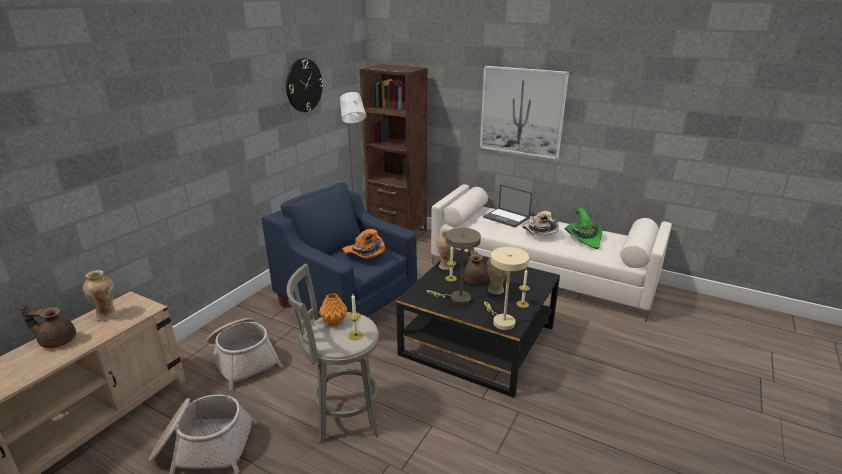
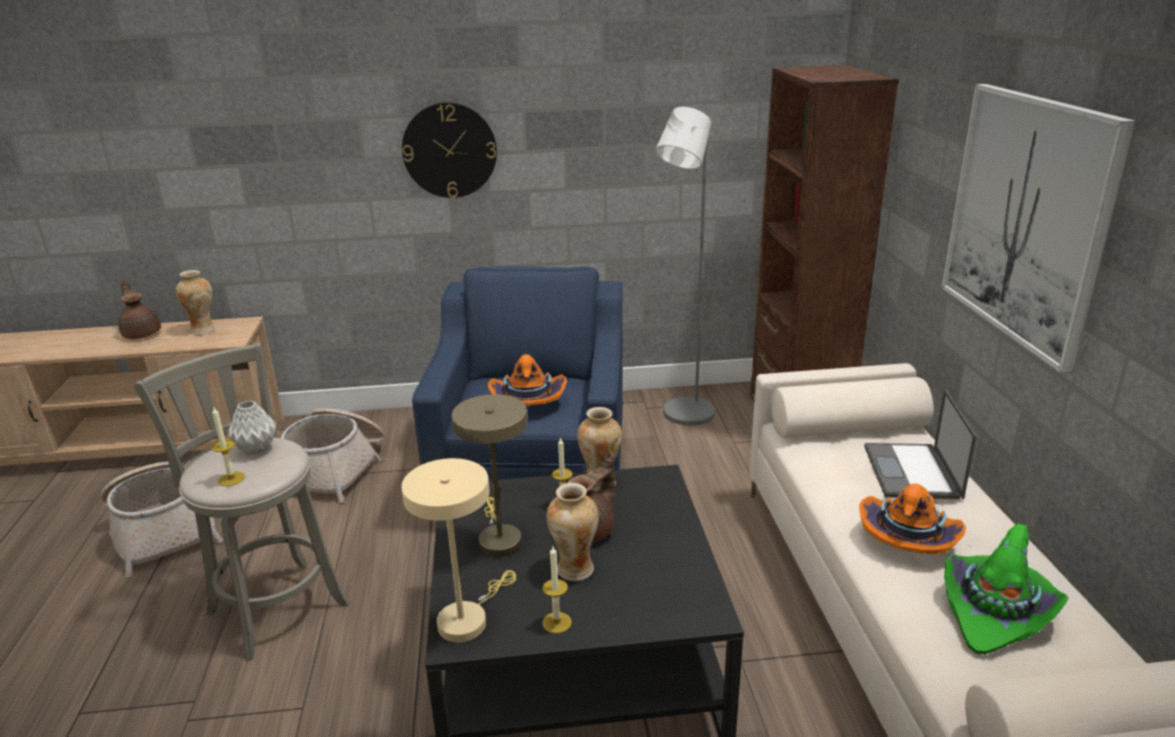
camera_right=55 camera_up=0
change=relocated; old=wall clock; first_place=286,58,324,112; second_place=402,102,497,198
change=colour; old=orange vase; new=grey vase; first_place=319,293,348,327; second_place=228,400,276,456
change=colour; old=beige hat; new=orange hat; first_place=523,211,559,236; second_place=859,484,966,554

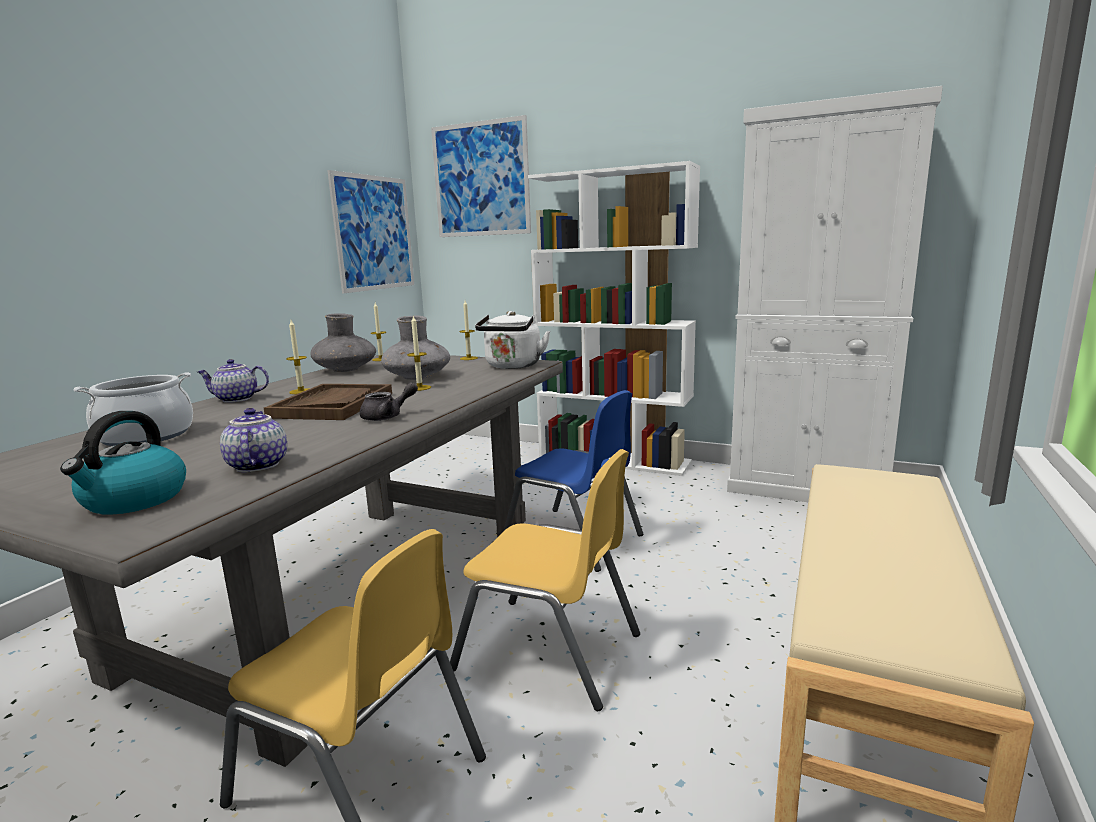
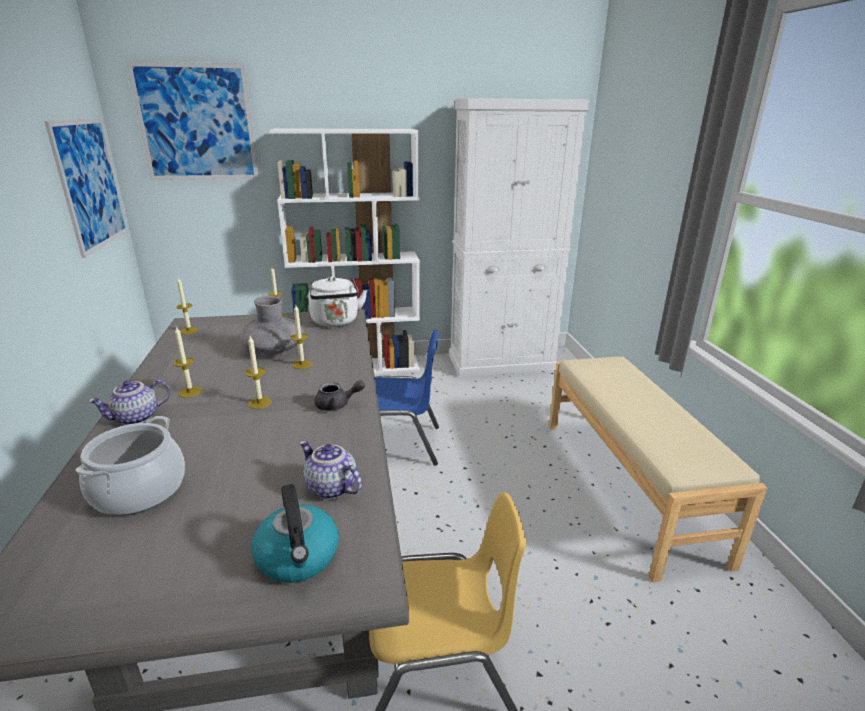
camera_right=-35 camera_up=10
change=exchanged; old=brown tray; new=candle; first_place=264,384,392,420; second_place=245,336,272,409
change=missing; old=grey vase; first_place=310,313,376,372
change=spun; old=grey teapot; first_place=360,382,418,421; second_place=314,380,365,411; degrees=60
change=missing; old=yellow chair; first_place=450,449,640,711

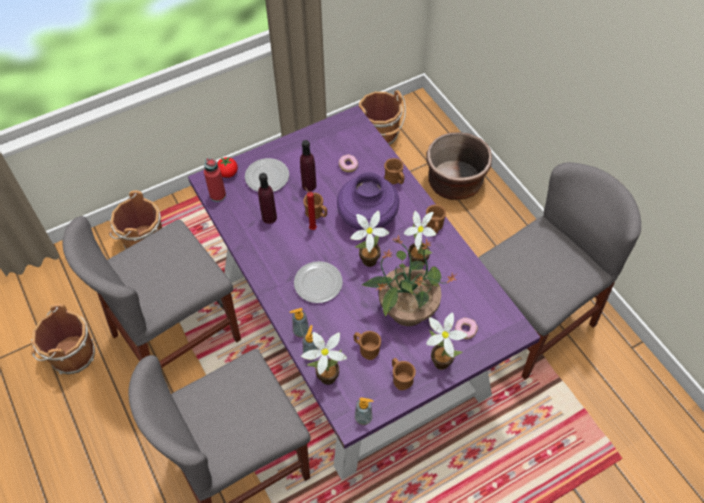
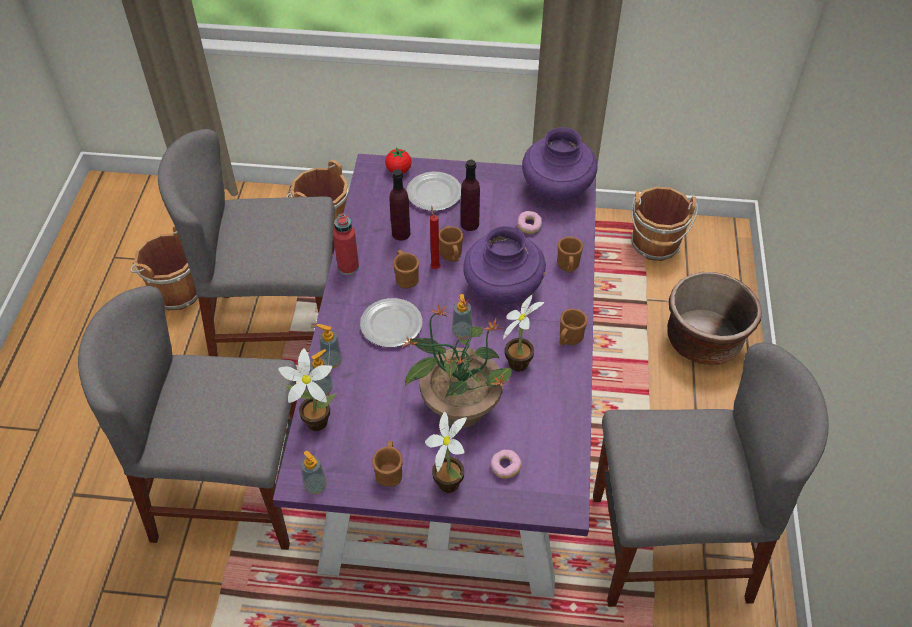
camera_right=35 camera_up=-5
change=relocated; old=red bottle; first_place=204,158,226,202; second_place=333,213,359,275
change=exchanged; old=potted plant; new=soap dispenser; first_place=350,210,389,267; second_place=452,294,472,339
change=relocated; old=brown mug; first_place=354,331,381,360; second_place=393,250,419,289
change=appeared; new=purple vase; second_place=522,127,598,201

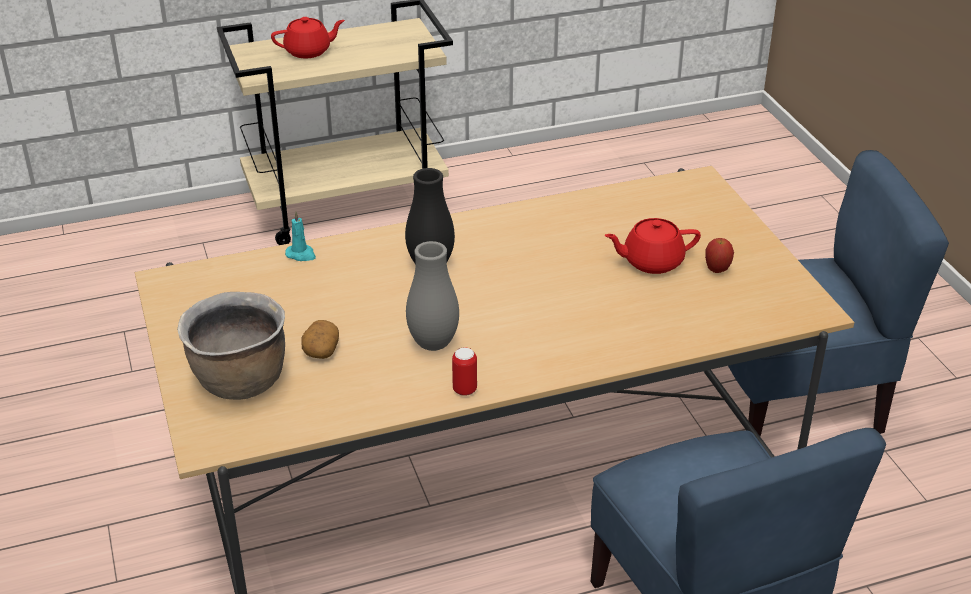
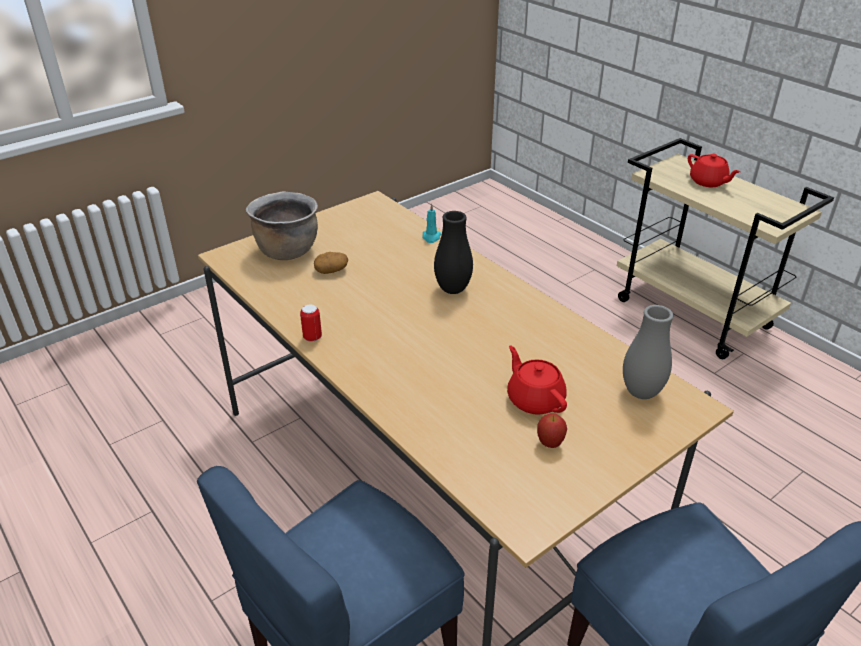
camera_right=70 camera_up=0
change=relocated; old=grey vase; first_place=406,241,459,351; second_place=623,305,673,399

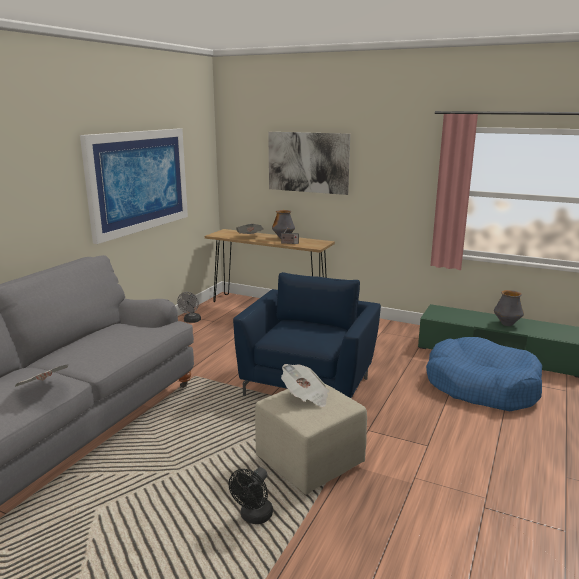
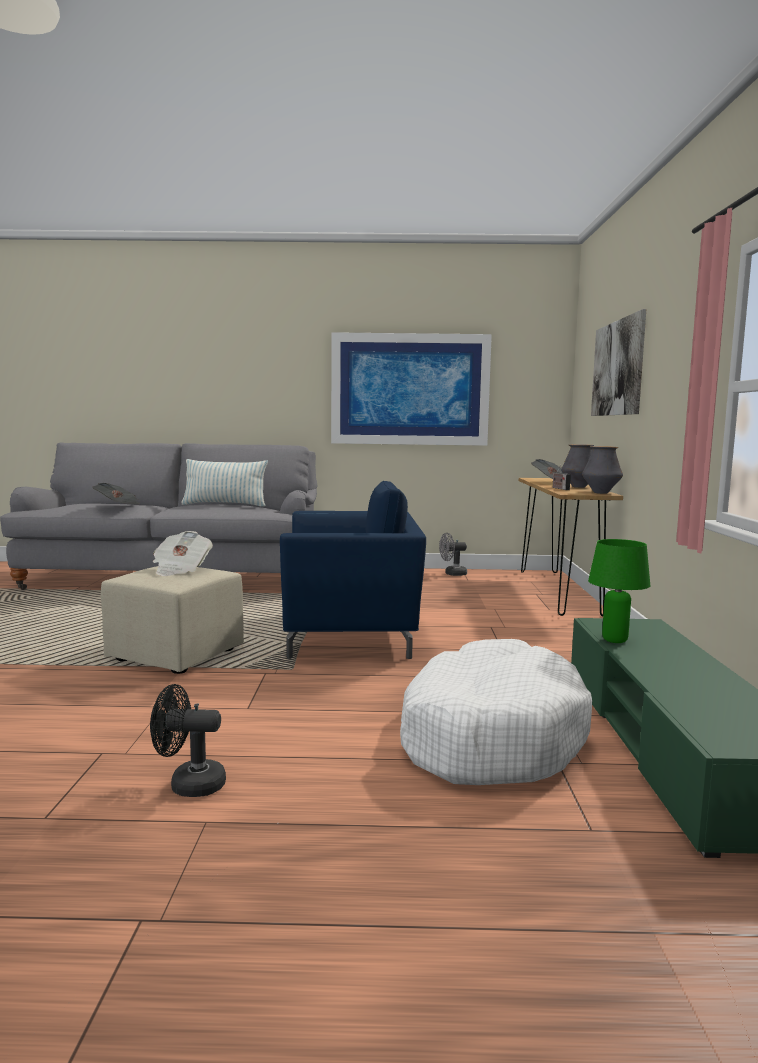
camera_right=65 camera_up=-10
change=relocated; old=black fan; first_place=229,467,273,524; second_place=150,684,226,797
change=colour; old=blue dog bed; new=white dog bed; first_place=426,337,542,411; second_place=400,639,592,785
change=relocated; old=vase; first_place=494,290,524,326; second_place=582,446,623,494
change=appeared; new=pillow; second_place=181,459,268,507
change=appeared; new=green table lamp; second_place=588,539,650,643

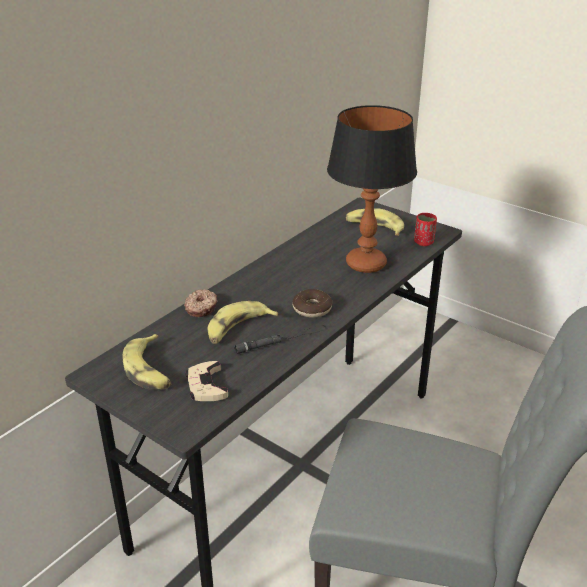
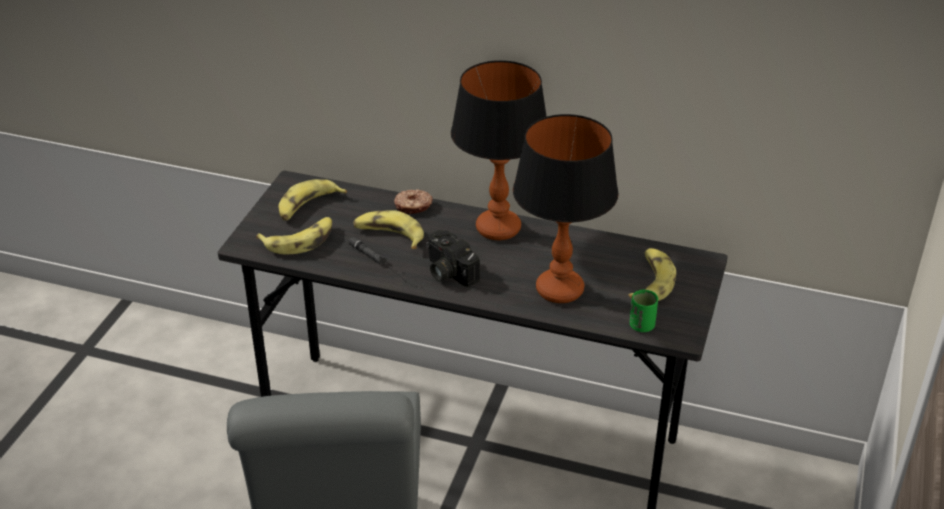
camera_right=70 camera_up=5
change=exchanged; old=beige game controller; new=banana; first_place=185,361,228,401; second_place=256,217,332,254
change=exchanged; old=donut; new=photo camera; first_place=292,289,332,318; second_place=426,230,480,287
change=colour; old=red cup; new=green cup; first_place=414,213,437,246; second_place=630,290,658,332
change=appeared; new=table lamp; second_place=451,60,547,240

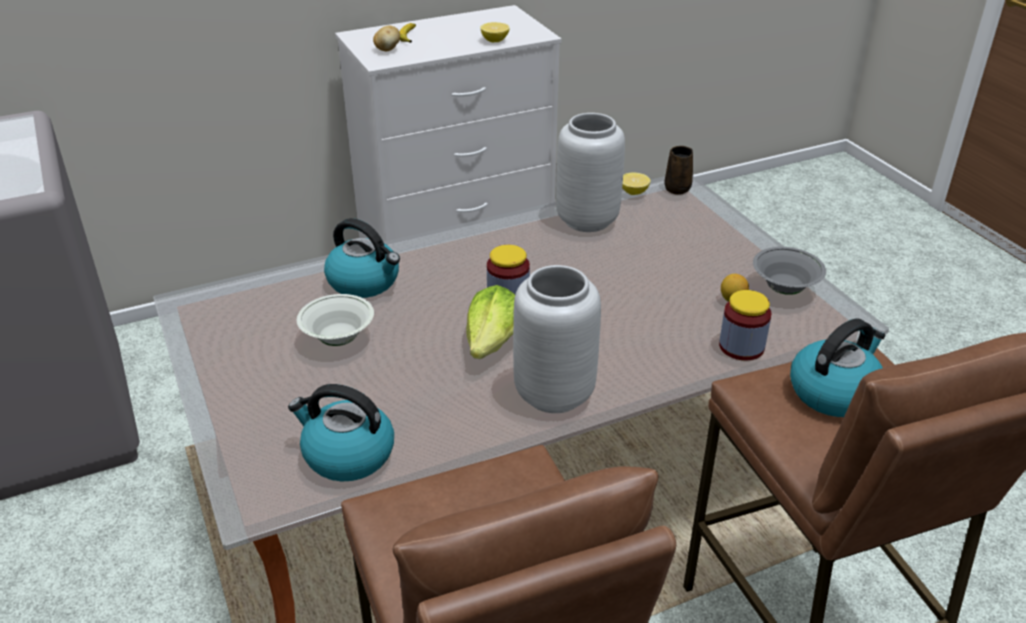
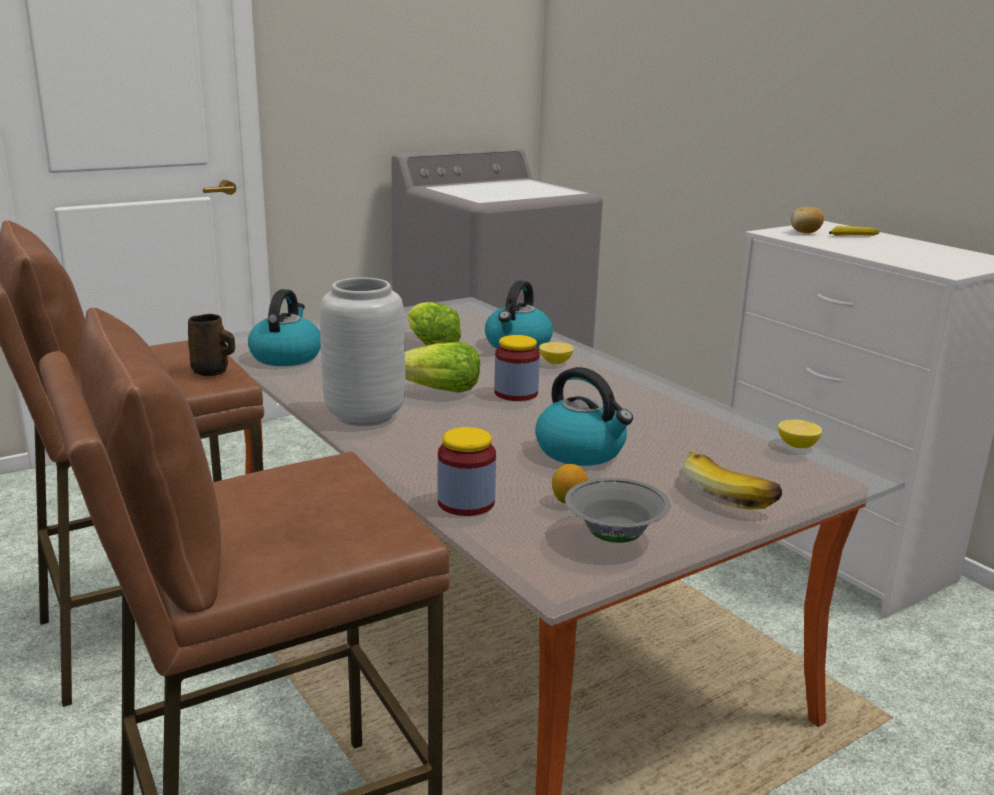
camera_right=80 camera_up=-15
change=exchanged; old=white bowl; new=lettuce; first_place=297,294,374,346; second_place=408,302,461,346
change=relocated; old=lemon; first_place=480,22,509,43; second_place=539,342,574,364
change=missing; old=grey vase; first_place=556,113,625,232
change=relocated; old=brown mug; first_place=664,146,693,195; second_place=188,314,235,376
change=relocated; old=kettle; first_place=790,318,885,417; second_place=535,367,633,466
change=appeared; new=banana; second_place=683,450,782,510

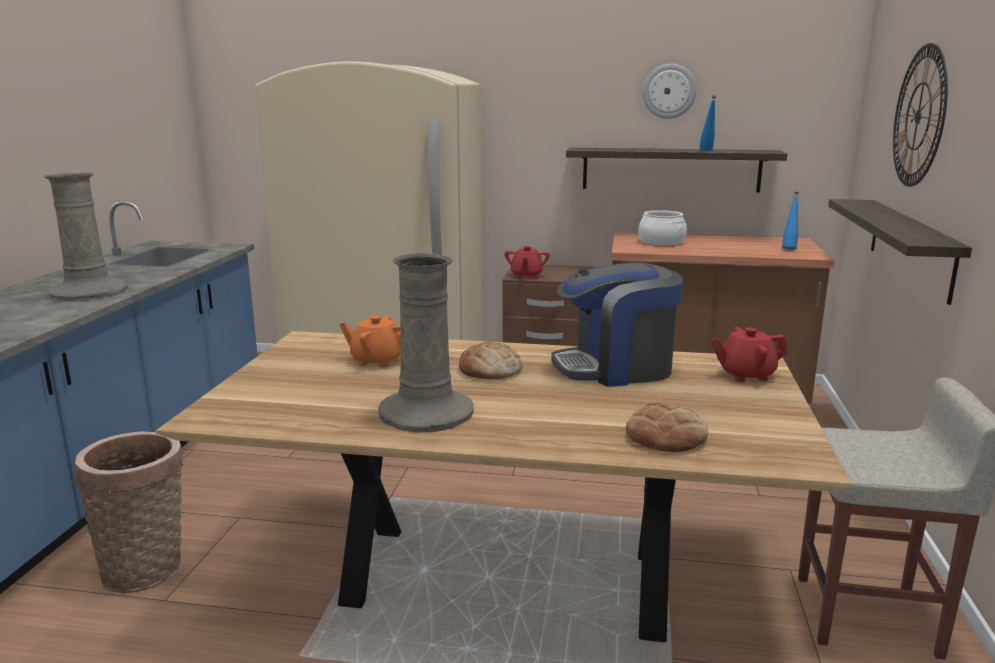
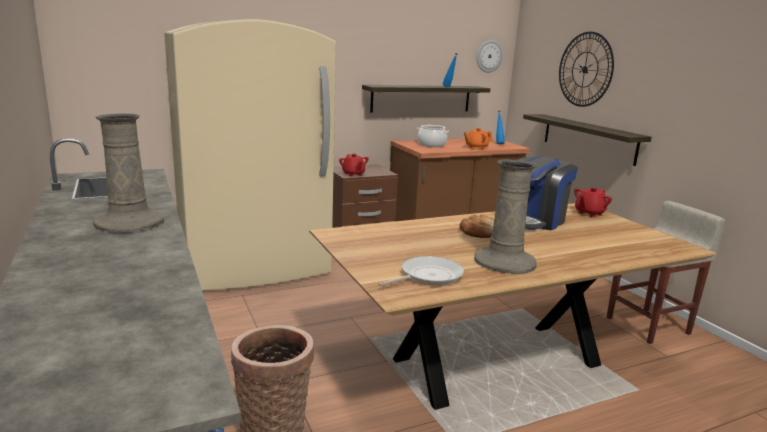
camera_right=-35 camera_up=0
change=relocated; old=orange teapot; first_place=339,315,401,368; second_place=464,128,492,150
change=missing; old=bread; first_place=626,402,708,452
change=relocated; old=wall clock; first_place=643,64,697,119; second_place=477,40,503,73
change=appeared; new=frying pan; second_place=379,256,464,286

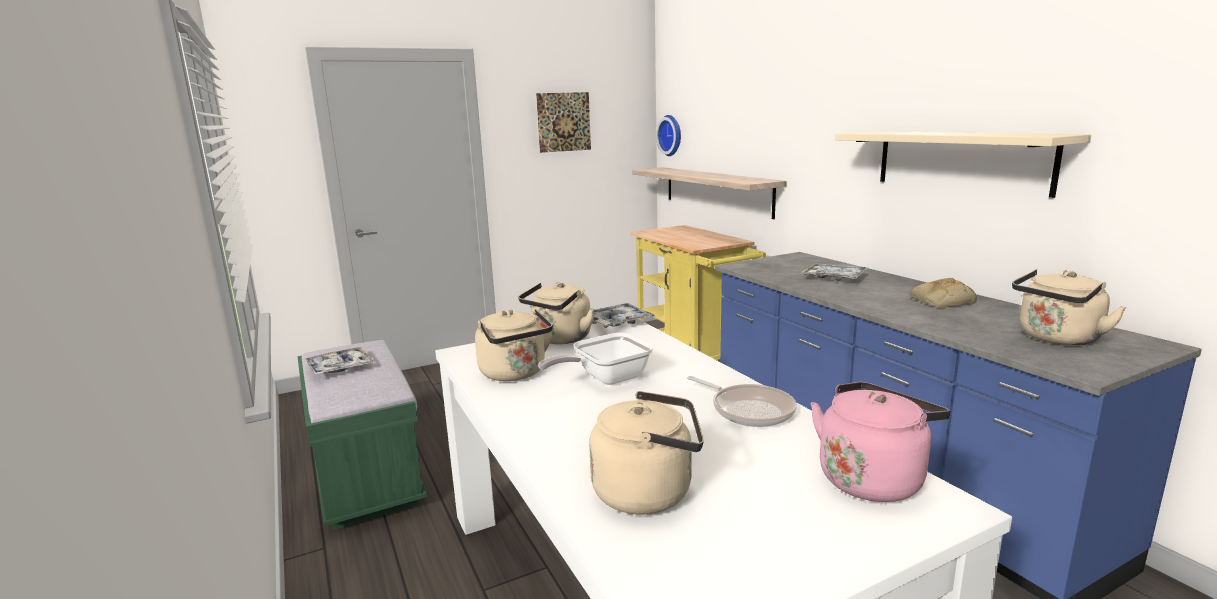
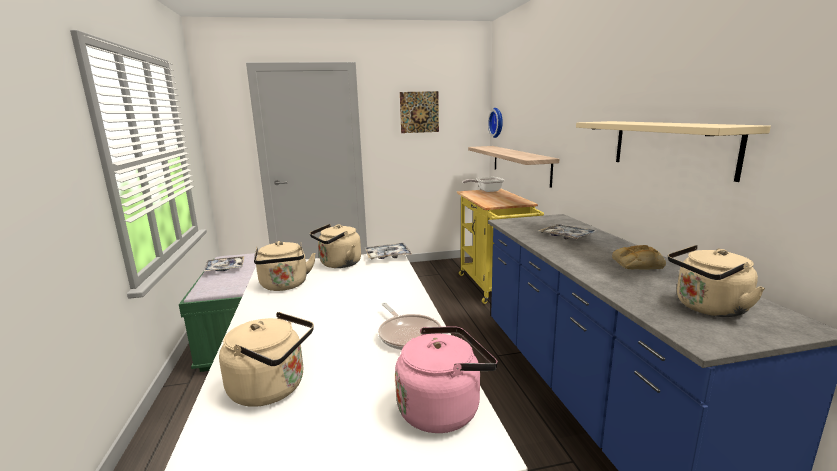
camera_right=15 camera_up=0
change=relocated; old=frying pan; first_place=538,333,653,385; second_place=463,177,505,192

